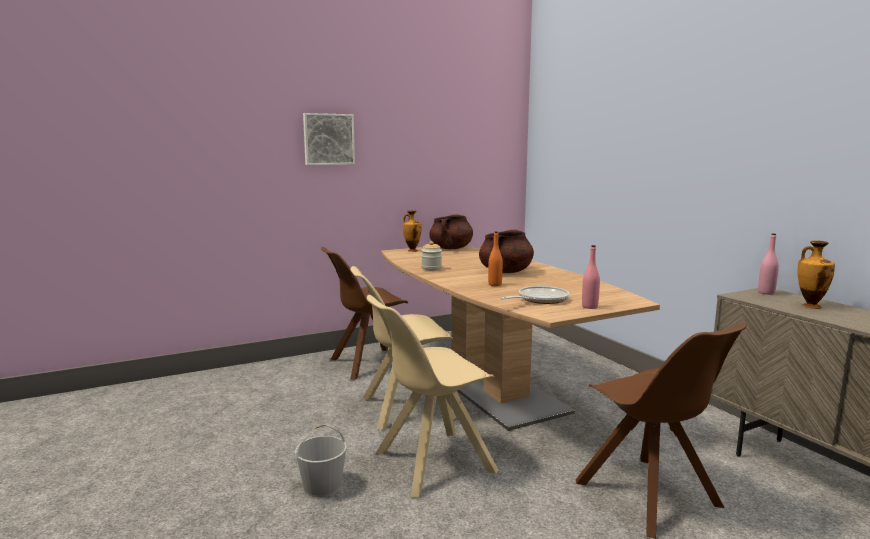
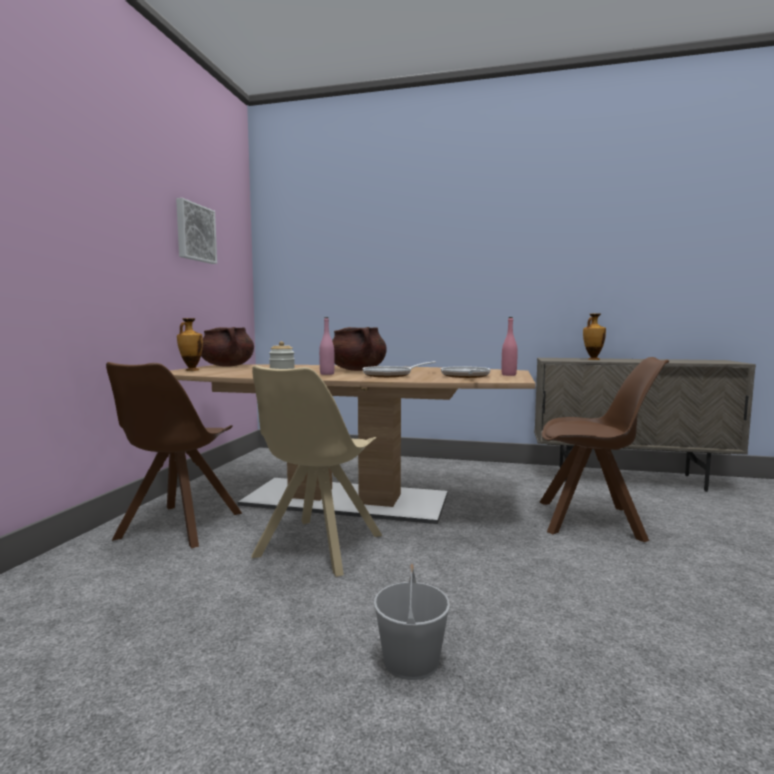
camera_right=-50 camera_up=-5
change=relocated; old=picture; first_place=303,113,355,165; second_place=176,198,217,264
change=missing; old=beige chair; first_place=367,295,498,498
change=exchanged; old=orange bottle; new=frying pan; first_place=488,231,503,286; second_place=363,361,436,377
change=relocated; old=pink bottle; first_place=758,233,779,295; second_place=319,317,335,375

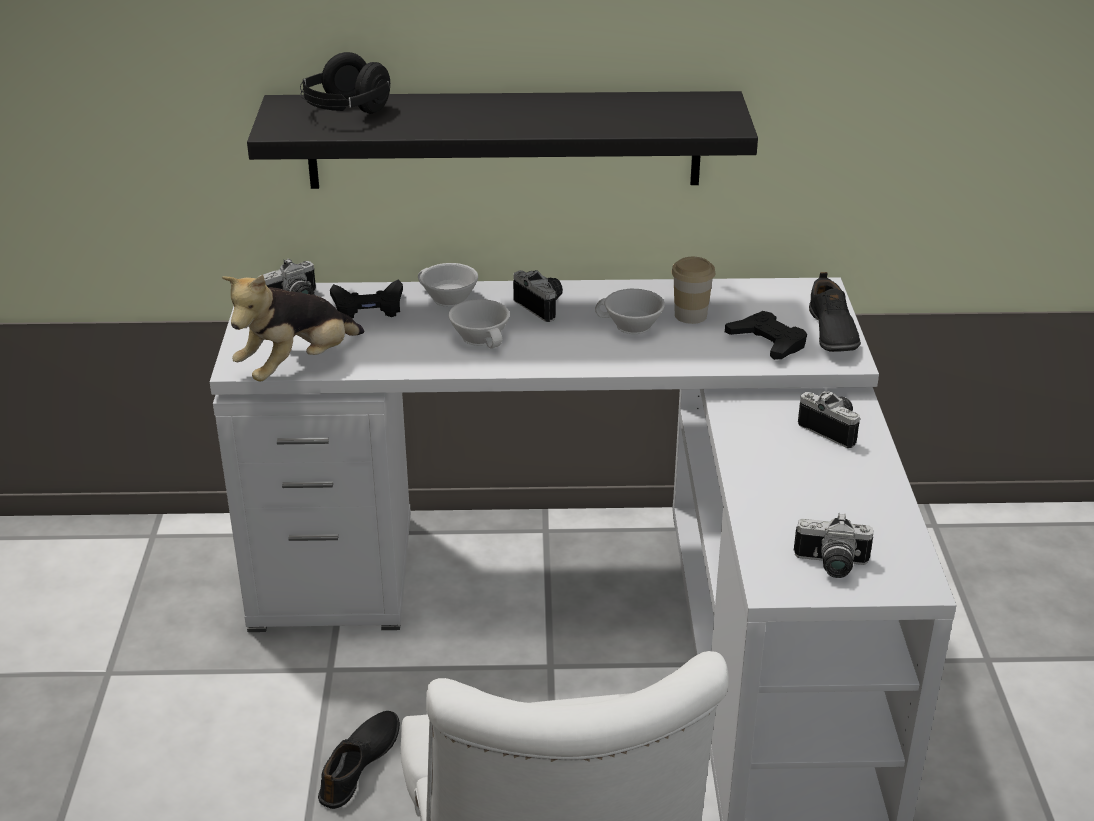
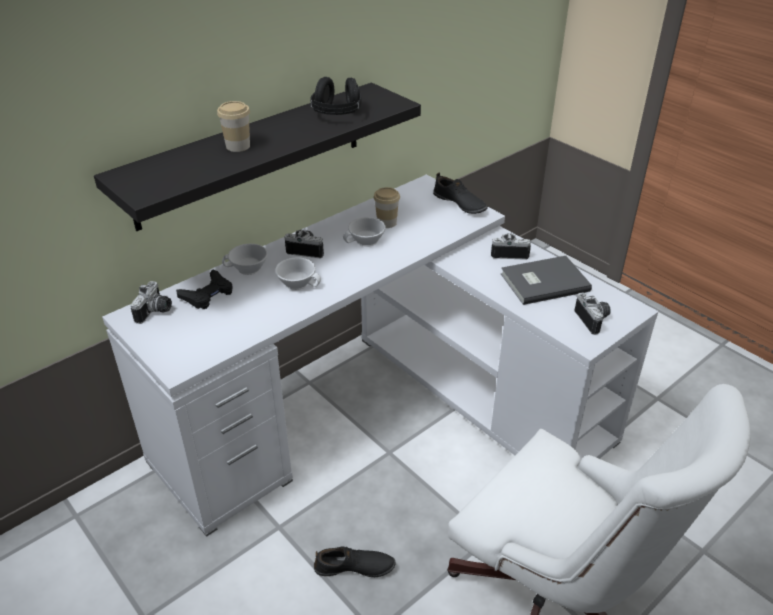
camera_right=-40 camera_up=5
change=missing; old=plush toy; first_place=222,275,364,381
change=relocated; old=black headphones; first_place=300,52,390,114; second_place=310,77,362,115
change=spun; old=black shoe; first_place=318,711,400,809; second_place=314,547,395,577; degrees=105
change=missing; old=black game controller; first_place=725,311,807,360
change=spun; old=photo camera; first_place=794,513,873,578; second_place=574,292,611,335; degrees=-75
change=appeared; new=cup; second_place=217,101,250,152
change=appeared; new=grey book; second_place=501,256,592,305

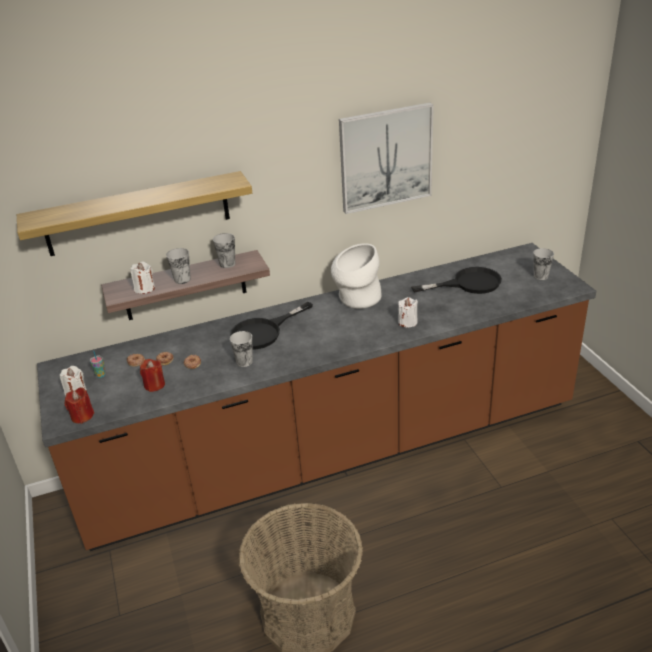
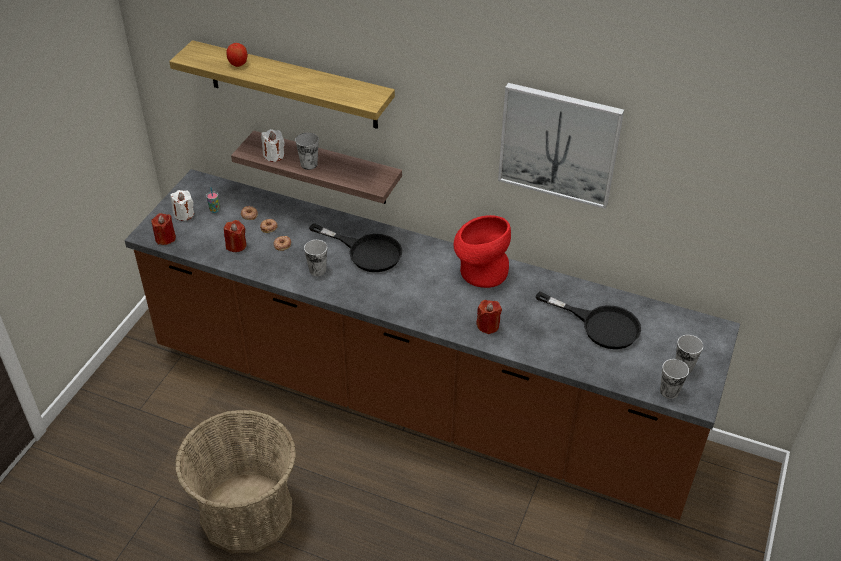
camera_right=40 camera_up=10
change=relocated; old=cup; first_place=213,233,235,268; second_place=660,359,689,399
change=spun; old=black frying pan; first_place=230,302,313,349; second_place=309,223,402,272; degrees=-150
change=colour; old=white vase; new=red vase; first_place=331,243,381,309; second_place=454,215,511,288
change=colour; old=white candle; new=red candle; first_place=398,297,418,327; second_place=476,300,502,334
change=appeared; new=apple; second_place=227,43,248,67

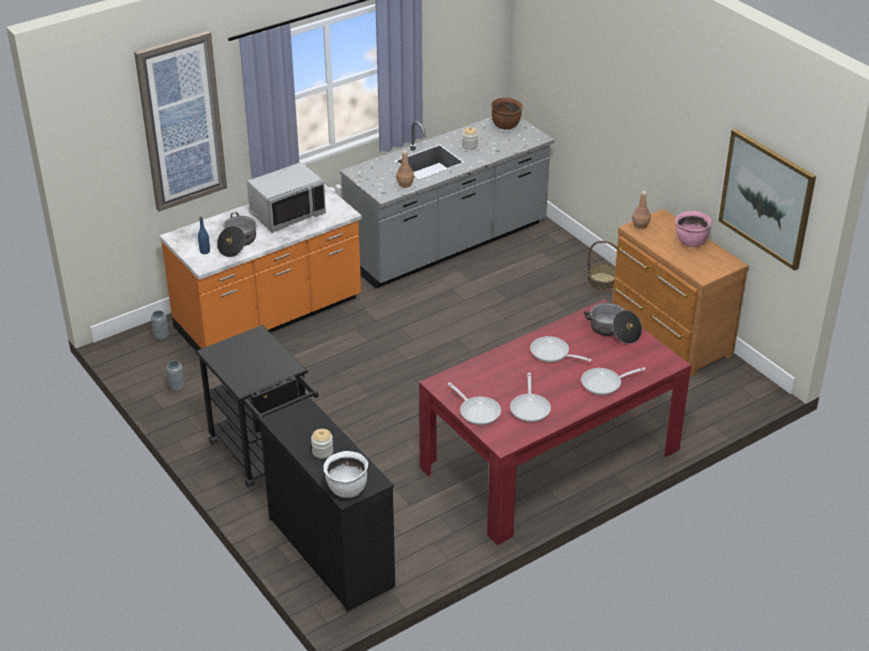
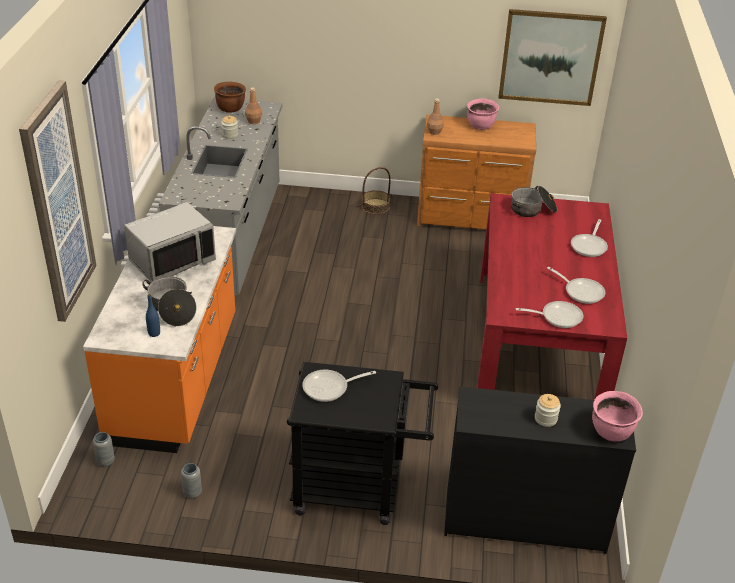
camera_right=-50 camera_up=0
change=spun; old=grey microwave; first_place=247,162,326,233; second_place=124,202,216,282; degrees=45
change=colour; old=white cooking pot; new=pink cooking pot; first_place=323,451,368,498; second_place=592,391,643,441
change=relocated; old=brown bottle; first_place=396,150,414,188; second_place=245,87,262,124
change=relocated; old=frying pan; first_place=530,336,592,362; second_place=302,370,376,402

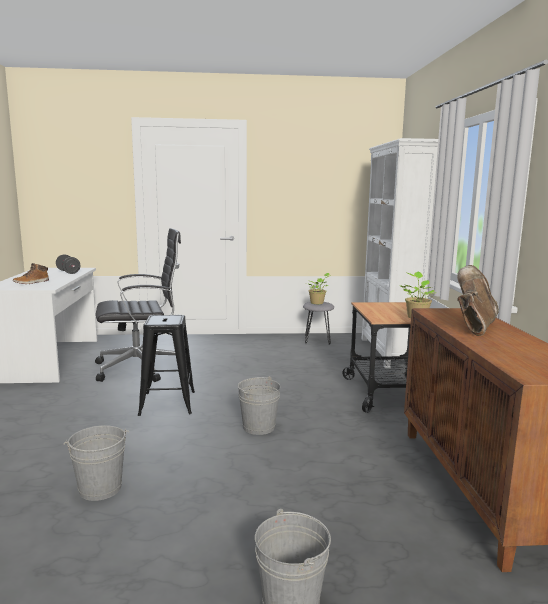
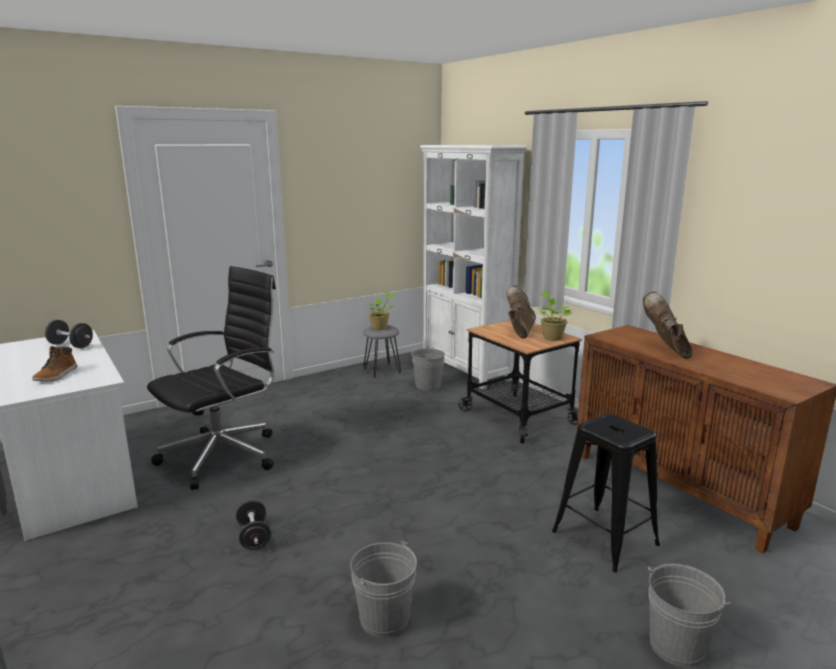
camera_right=-30 camera_up=5
change=relocated; old=black stool; first_place=138,315,195,416; second_place=552,414,660,573
change=relocated; old=grey bucket; first_place=238,376,281,435; second_place=411,346,445,391
change=appeared; new=black dumbbell; second_place=236,500,271,550
change=appeared; new=brown boot; second_place=506,285,536,339

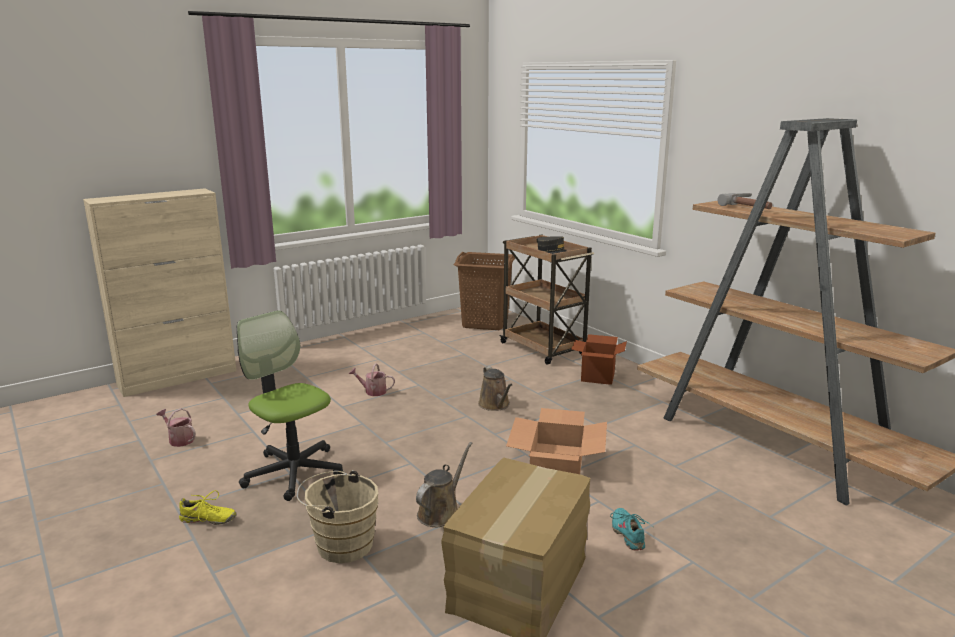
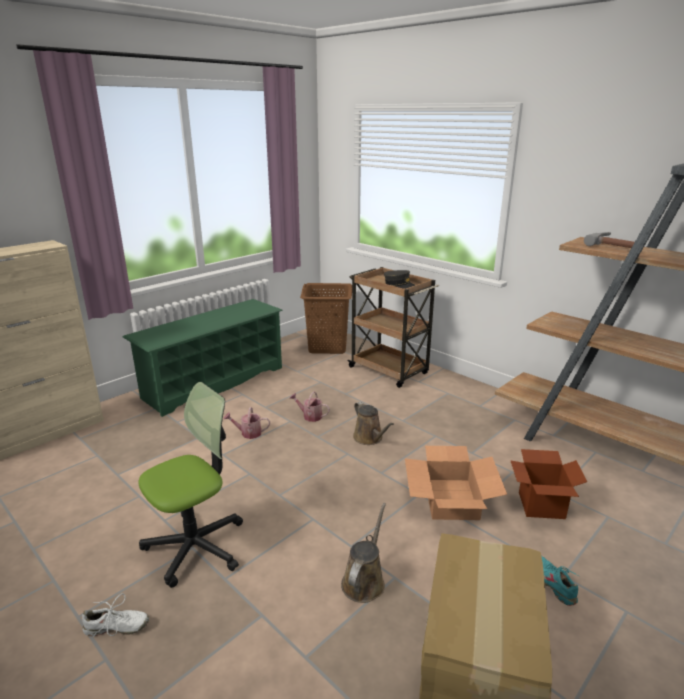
camera_right=-10 camera_up=5
change=relocated; old=watering can; first_place=157,408,196,447; second_place=290,391,330,422
change=colour; old=yellow shoe; new=white shoe; first_place=179,490,236,525; second_place=82,593,149,637
change=spun; old=office chair; first_place=237,310,343,501; second_place=139,382,243,588; degrees=105
change=missing; old=beige bucket; first_place=297,470,378,563
change=relocated; old=cardboard box; first_place=571,334,627,385; second_place=510,449,587,519
change=appeared; new=green shoe rack; second_place=123,299,283,417

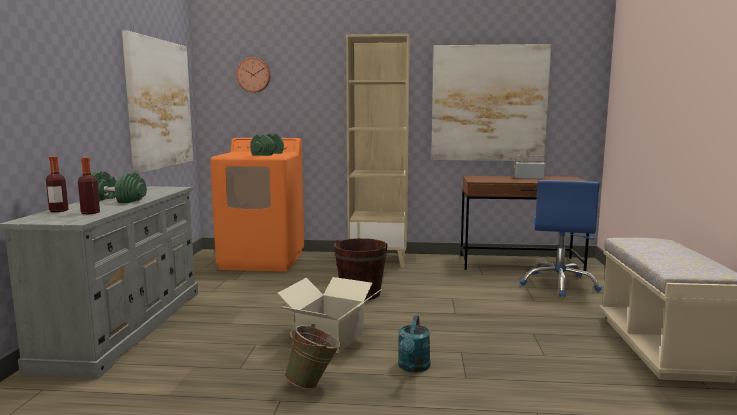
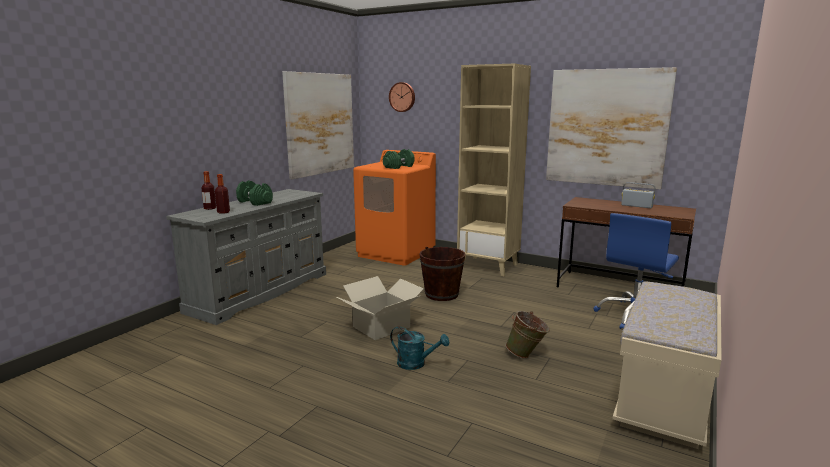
camera_right=25 camera_up=5
change=relocated; old=green bucket; first_place=285,324,341,389; second_place=506,311,550,358
change=spun; old=turquoise watering can; first_place=398,316,431,373; second_place=390,326,449,370; degrees=-105

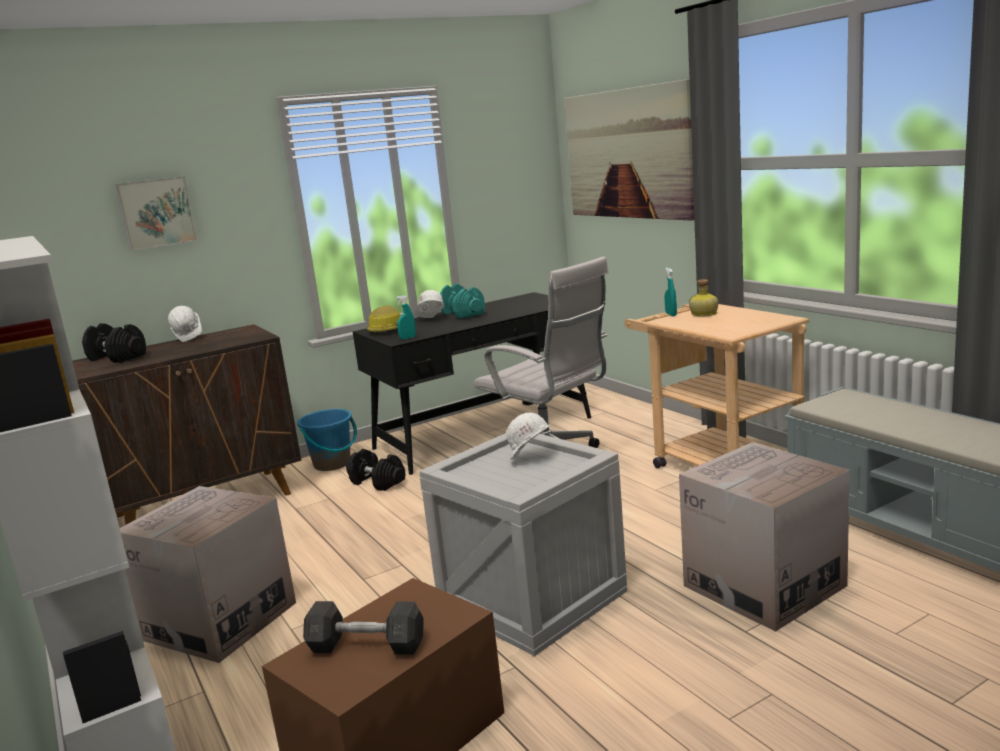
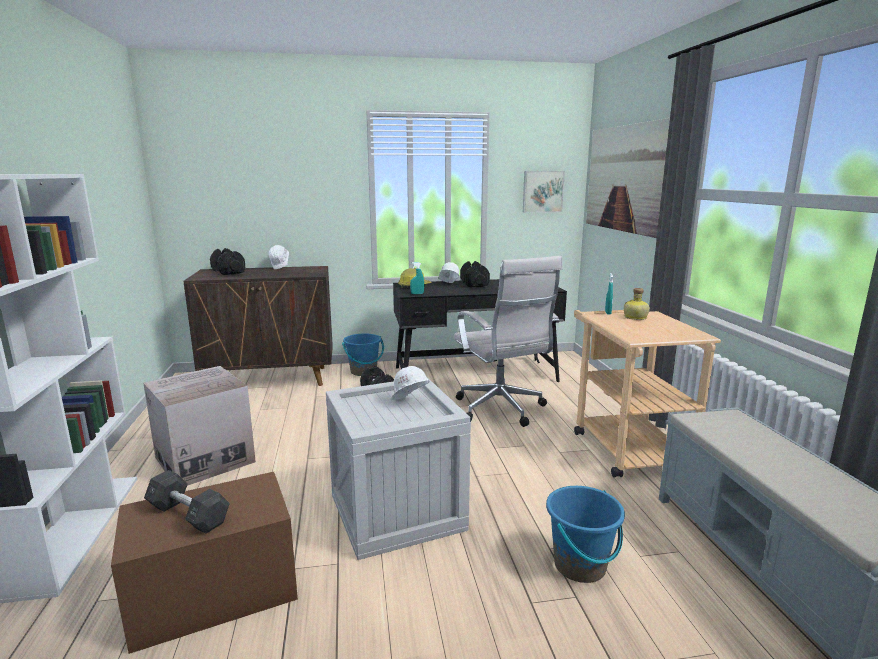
camera_right=20 camera_up=0
change=relocated; old=picture; first_place=115,176,198,251; second_place=523,171,565,213
change=colour; old=turquoise dumbbell; new=black dumbbell; first_place=440,283,485,318; second_place=460,261,490,287
change=exchanged; old=cardboard box; new=blue bucket; first_place=679,442,849,632; second_place=546,486,625,583

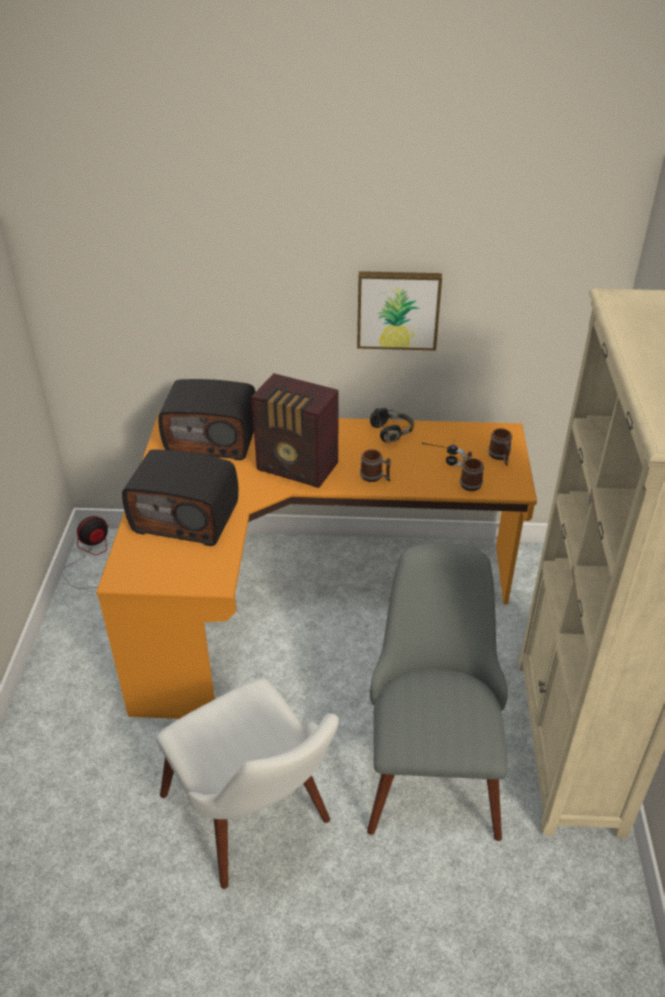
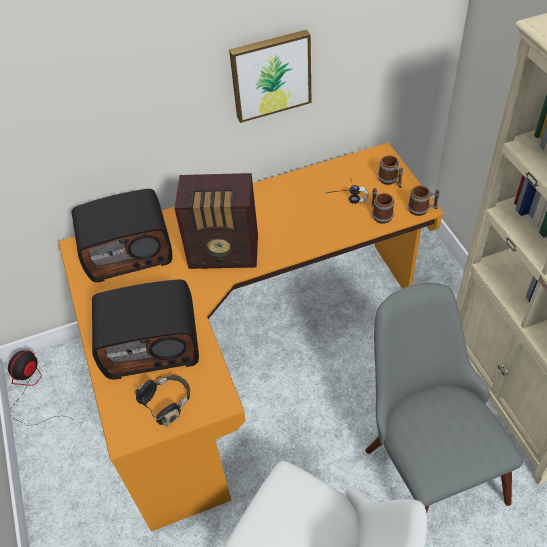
camera_right=-20 camera_up=10
change=relocated; old=mug; first_place=360,449,391,482; second_place=408,186,440,216
change=relocated; old=black headphones; first_place=370,408,414,443; second_place=135,375,190,427

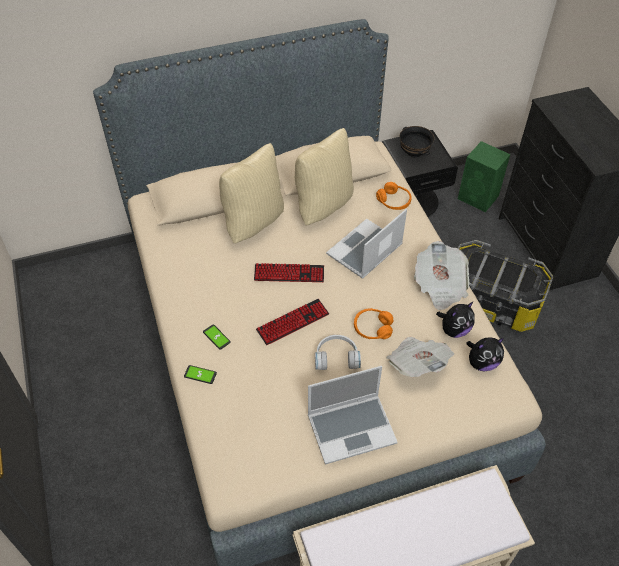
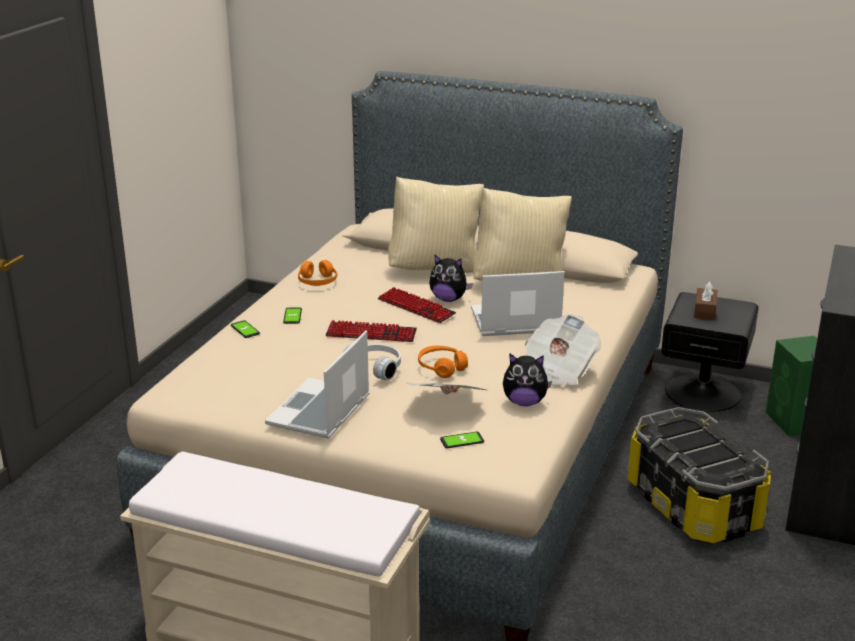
camera_right=40 camera_up=-25
change=spun; old=laptop; first_place=308,366,398,465; second_place=265,330,370,439; degrees=90
change=relocated; old=orange headphones; first_place=376,182,412,210; second_place=298,260,337,286
change=exchanged; old=black bowl; new=brown tissue box; first_place=399,126,434,158; second_place=694,282,718,320
change=relocated; old=plush toy; first_place=466,337,504,371; second_place=429,254,473,302
change=appeared; new=phone; second_place=440,432,484,448

